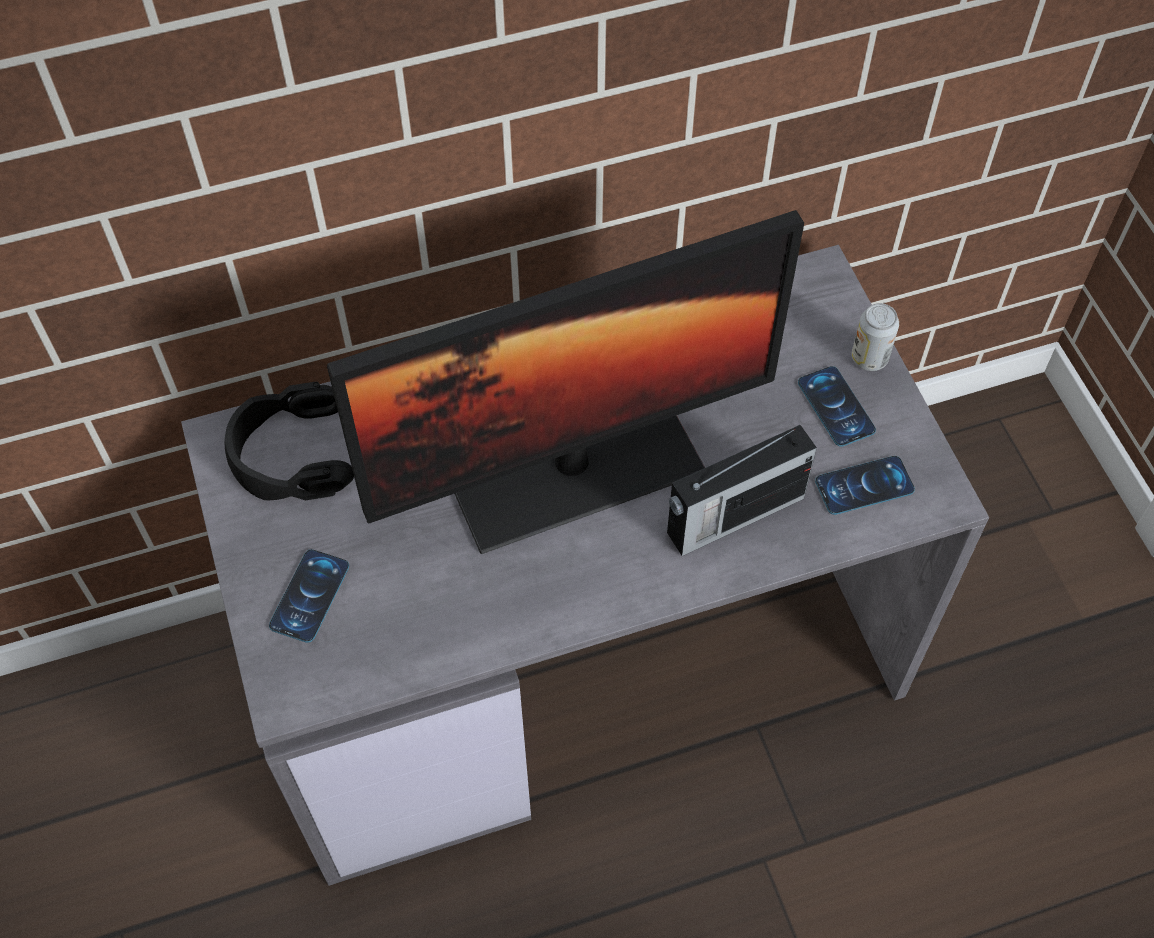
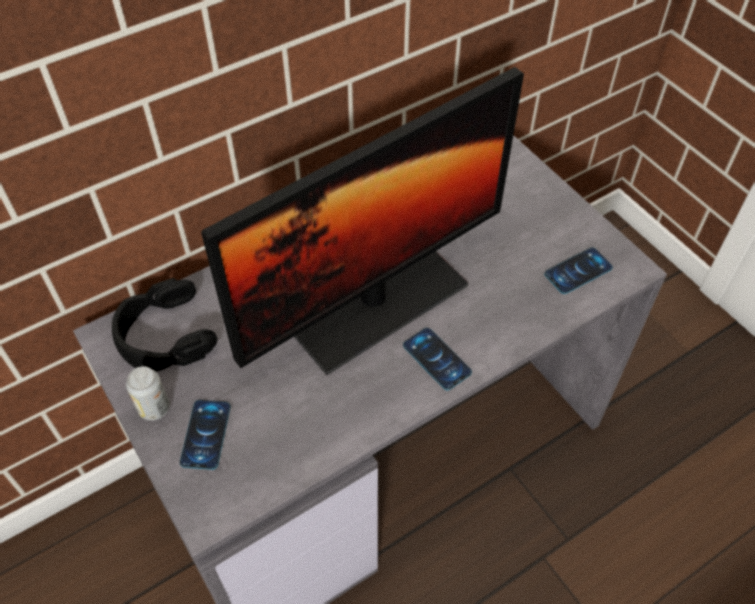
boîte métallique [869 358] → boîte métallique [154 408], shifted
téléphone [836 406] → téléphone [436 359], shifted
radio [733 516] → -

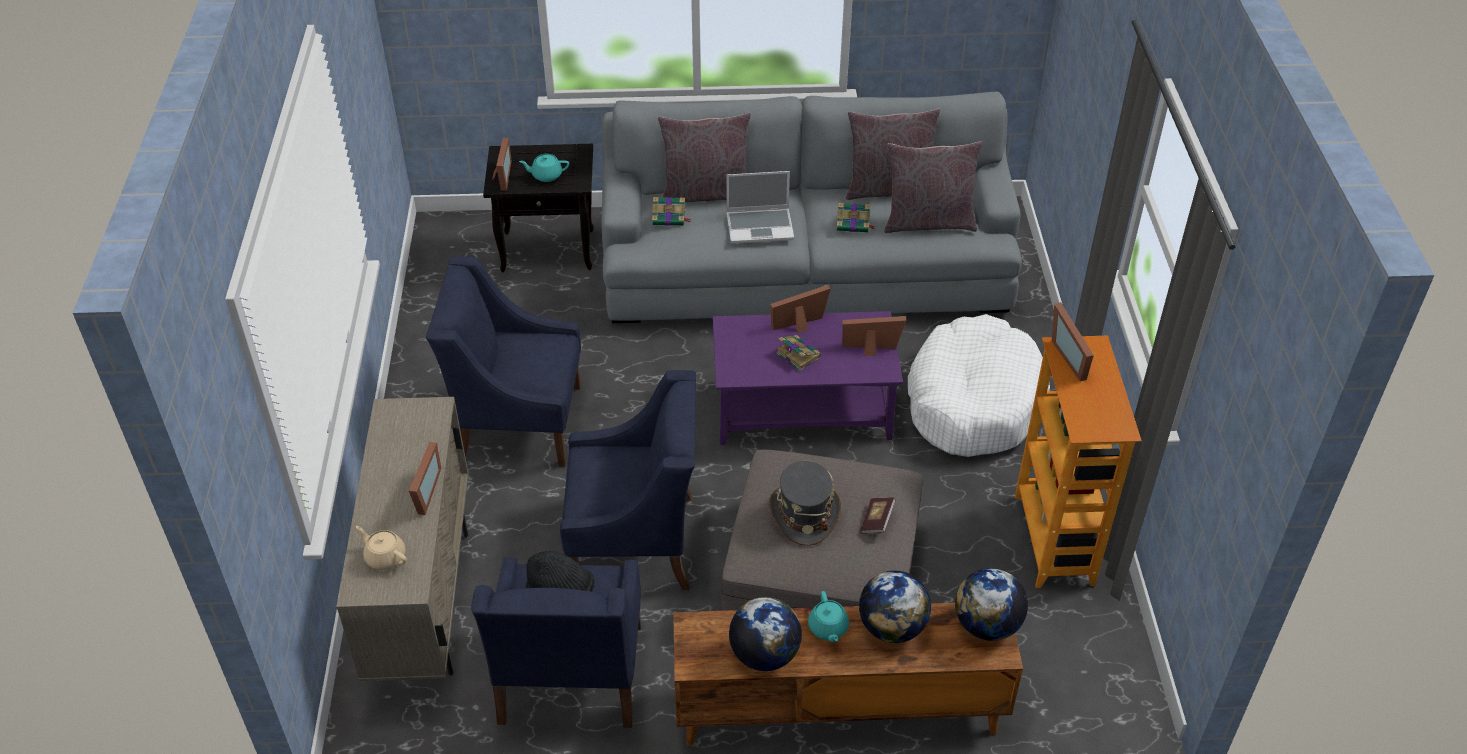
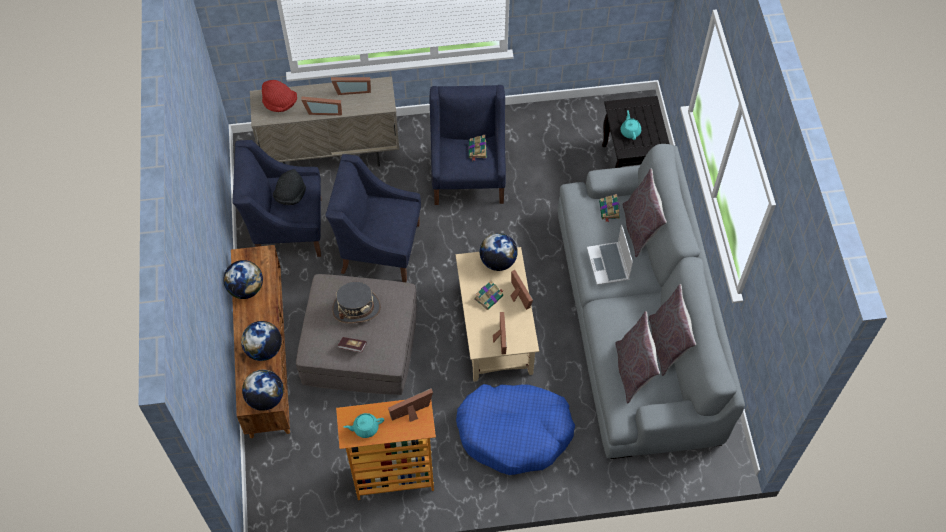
théière (beige) [385 557] → chapeau (rouge) [280 103]
fauteuil (bleu) [635 541] → fauteuil (bleu) [379 247], 105 degrees clockwise
cadre photo [500 177] → cadre photo [352 89], shifted
théière (turquoise) [828 628] → théière (turquoise) [365 428], shifted
table basse (violet) [804 409] → table basse (beige) [496 329]
panier pour chien (blanc) [973 401] → panier pour chien (bleu) [514 432]
livre [854 224] → livre [477 150], shifted
- → globe [498 261]

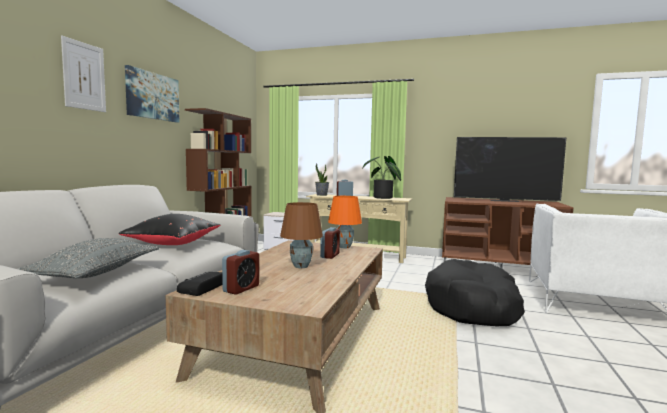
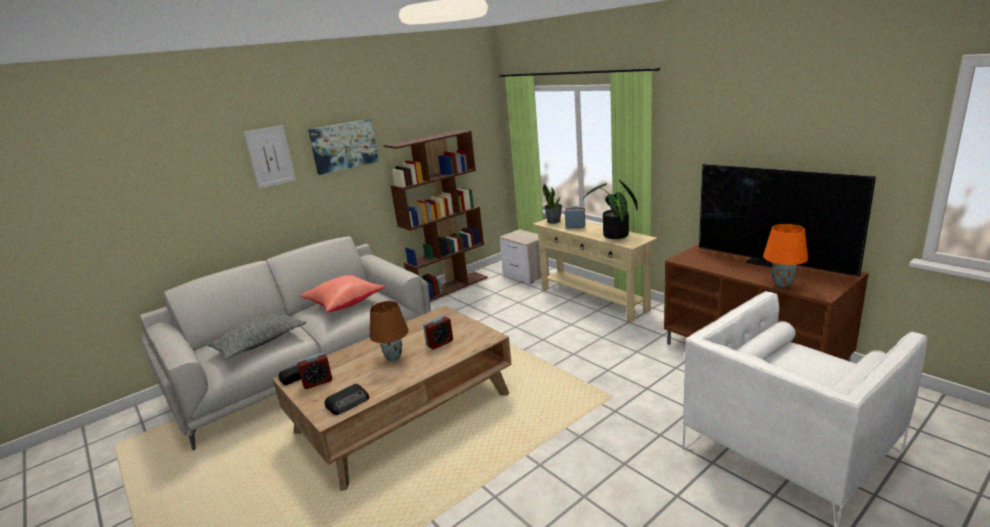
coussin (noir) [172 244] → coussin (rouge) [344 303]
- → radio [348 402]
lampe de table (orange) [344 247] → lampe de table (orange) [781 284], shifted
panier pour chien (noir) [473 307] → -

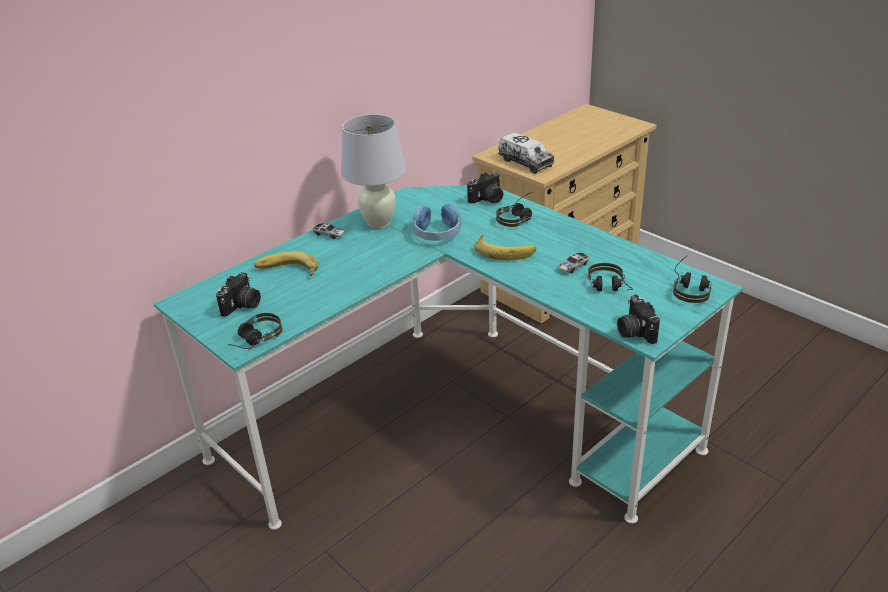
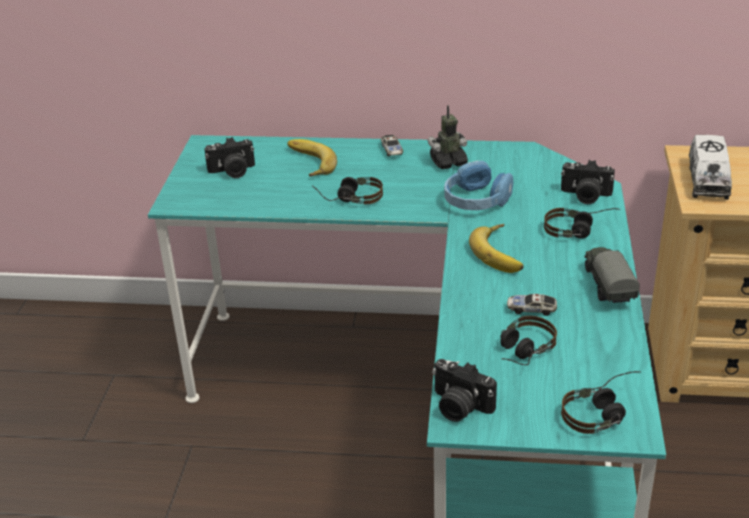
casque audio [253 341] → casque audio [349 198], shifted
lampe de table (blanc) [379 223] → robot jouet [448 162]
appareil photo [634 331] → appareil photo [459 407], 90 degrees counterclockwise
- → camion jouet [607 286]

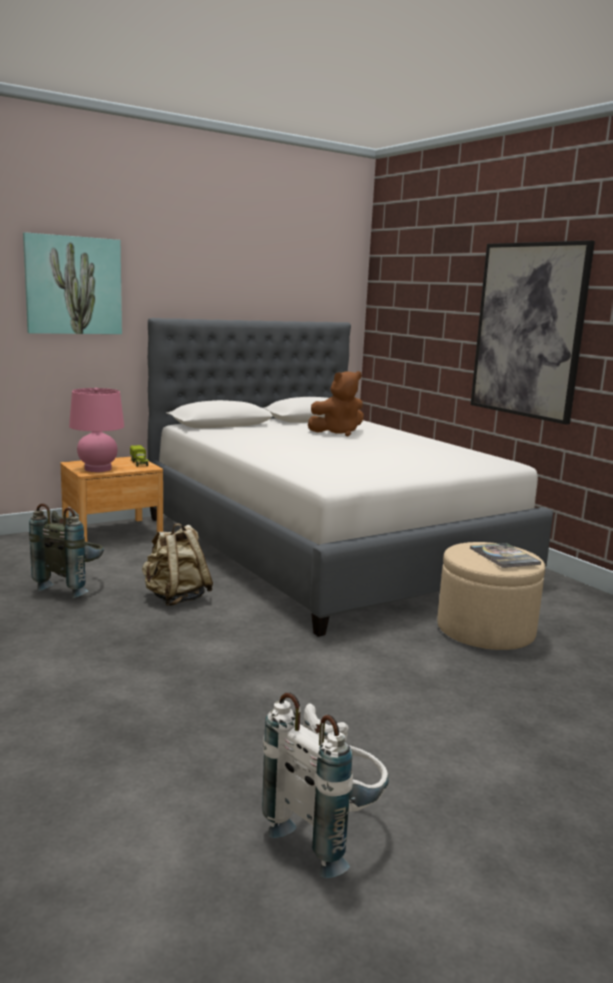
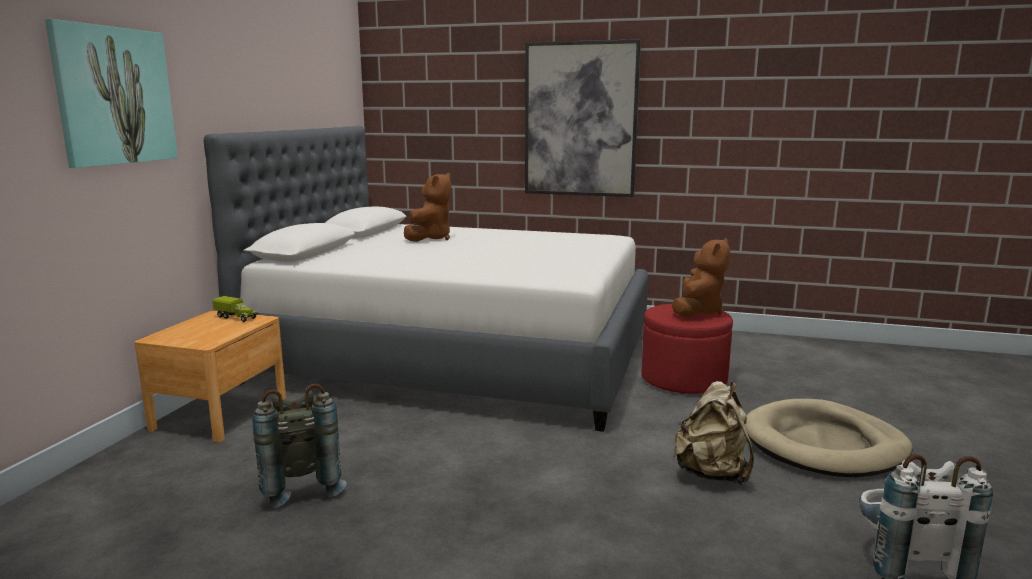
pouf (beige) [485 630] → pouf (rouge) [683 379]
livre [504 556] → peluche (marron) [698 311]
sac à dos (beige) [176 598] → sac à dos (beige) [712 474], shifted
- → panier pour chien (beige) [824 444]
lampe de table (rose) [98 469] → -

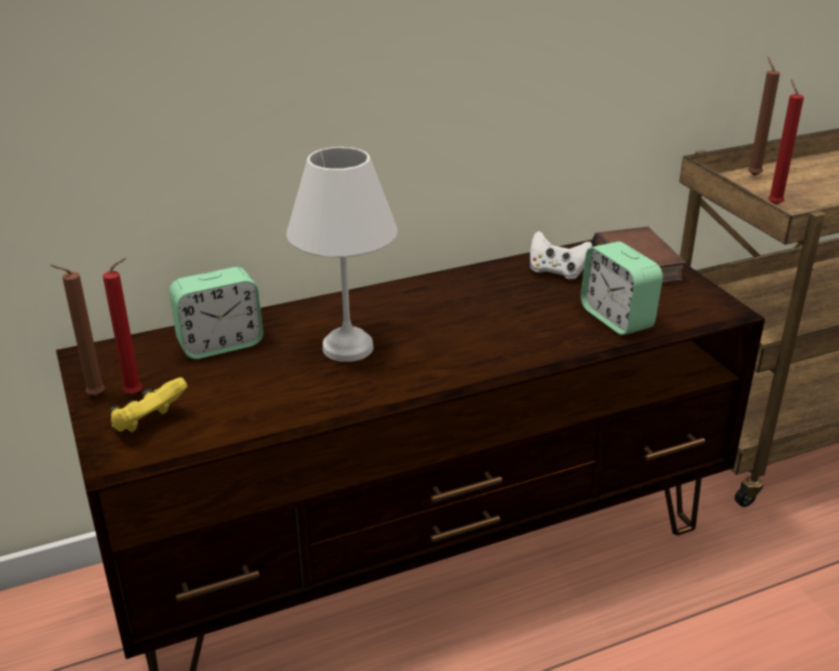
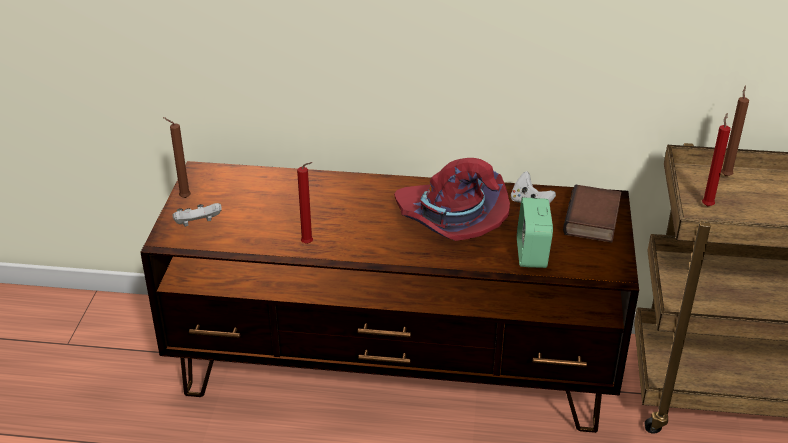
manette (jaune) [149 423] → manette (blanc) [198 224]
bougie (rouge) [137 394] → bougie (rouge) [309 244], shifted
- → chapeau (rouge) [450 221]
réveil [220 344] → -
lampe de table (blanc) [346 347] → -

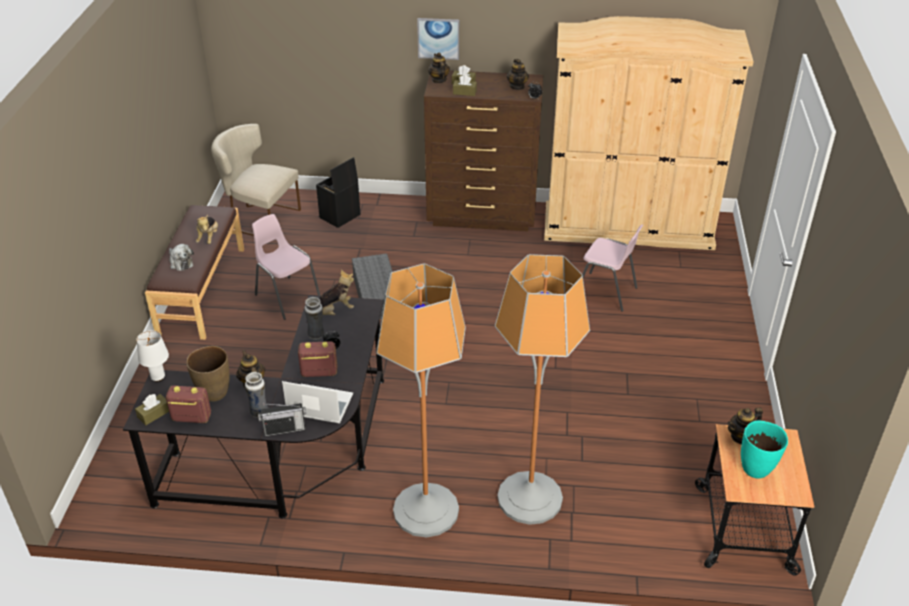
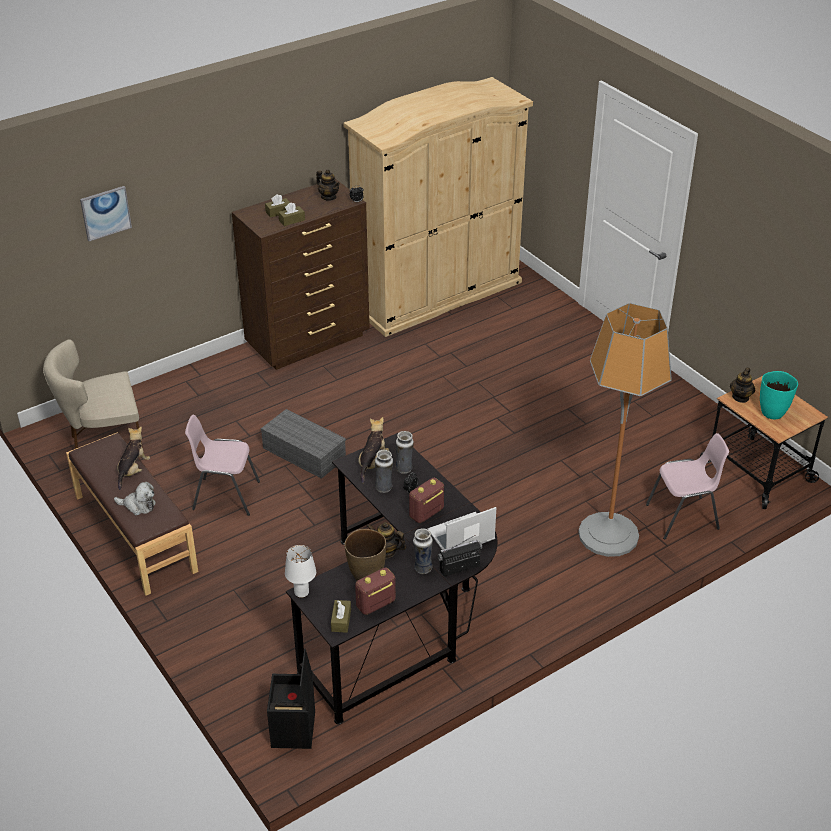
tableau [438 38] → tableau [105 213], shifted
peluche [208 237] → peluche [133 471], 120 degrees counterclockwise
boîte de rangement (noir) [339 216] → boîte de rangement (noir) [294 730], shifted
- → vase [404 469]
radio [284 429] → radio [459 568], 150 degrees counterclockwise
chaise (rose) [606 292] → chaise (rose) [683 517], shifted
lampadaire [425 510] → -
théière [439 80] → -

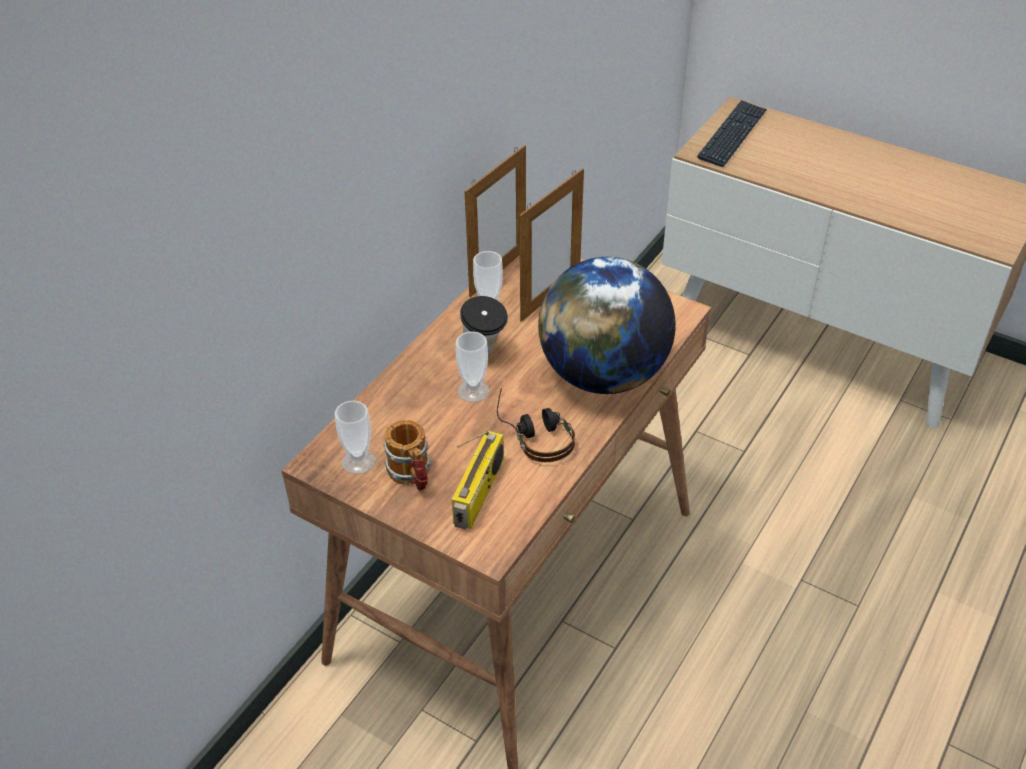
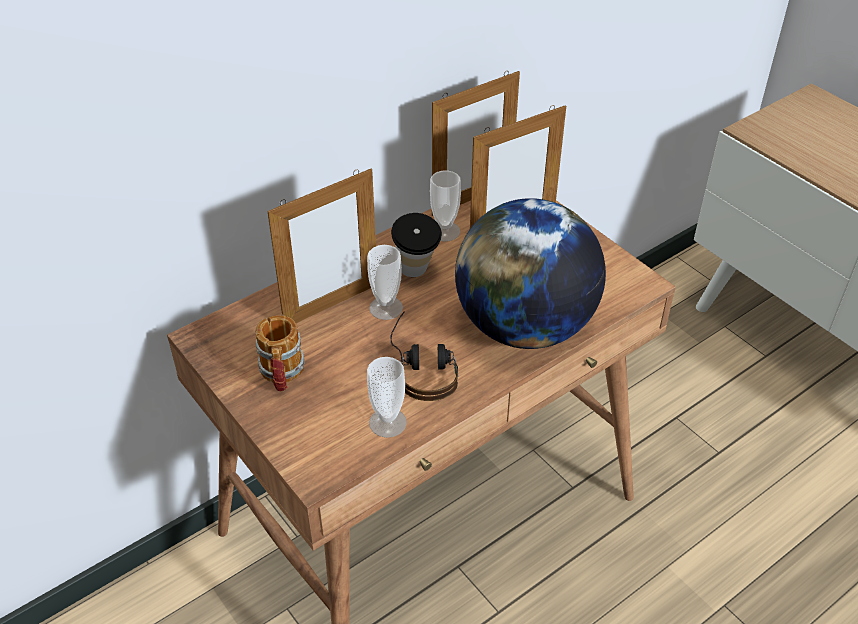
- → cadre photo [331 305]
tasse [358 461] → tasse [387 422], shifted
radio [479 493] → -
clavier [732 135] → -

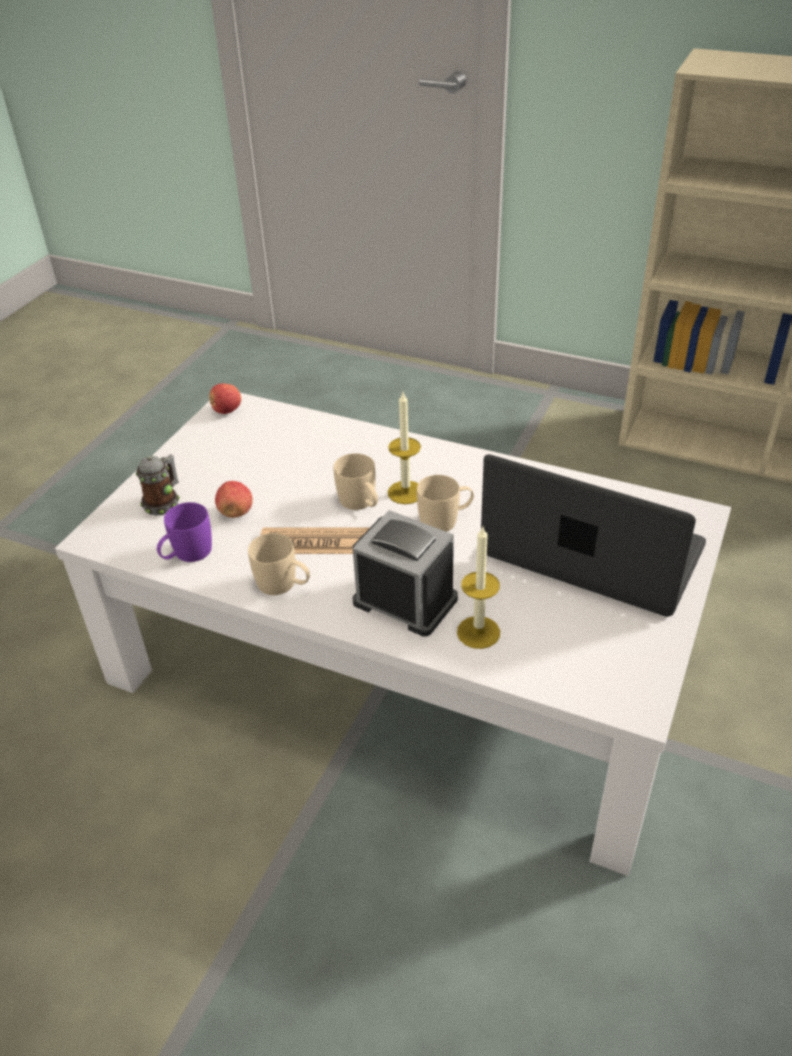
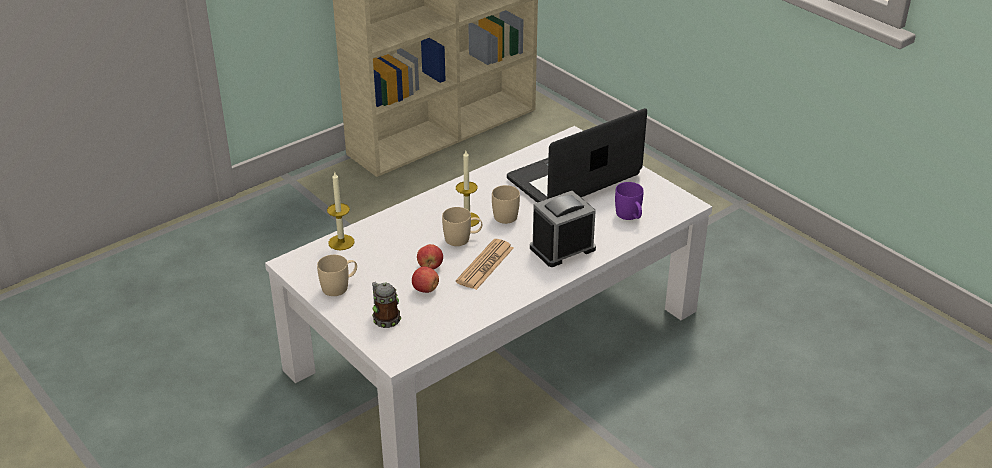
mug (beige) [283 585] → mug (beige) [340 286], shifted
bougie [478 632] → bougie [341 242], shifted
pomme [226 410] → pomme [430 266], shifted
mug (violet) [187 555] → mug (violet) [630 216], shifted

